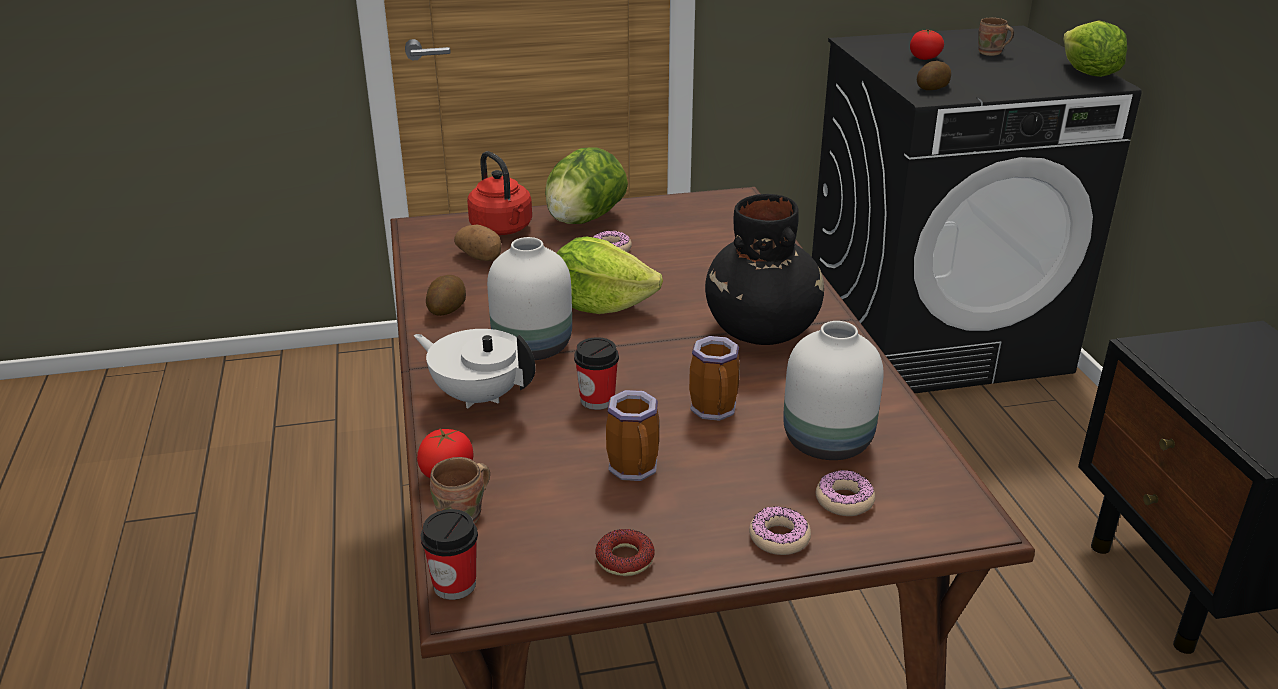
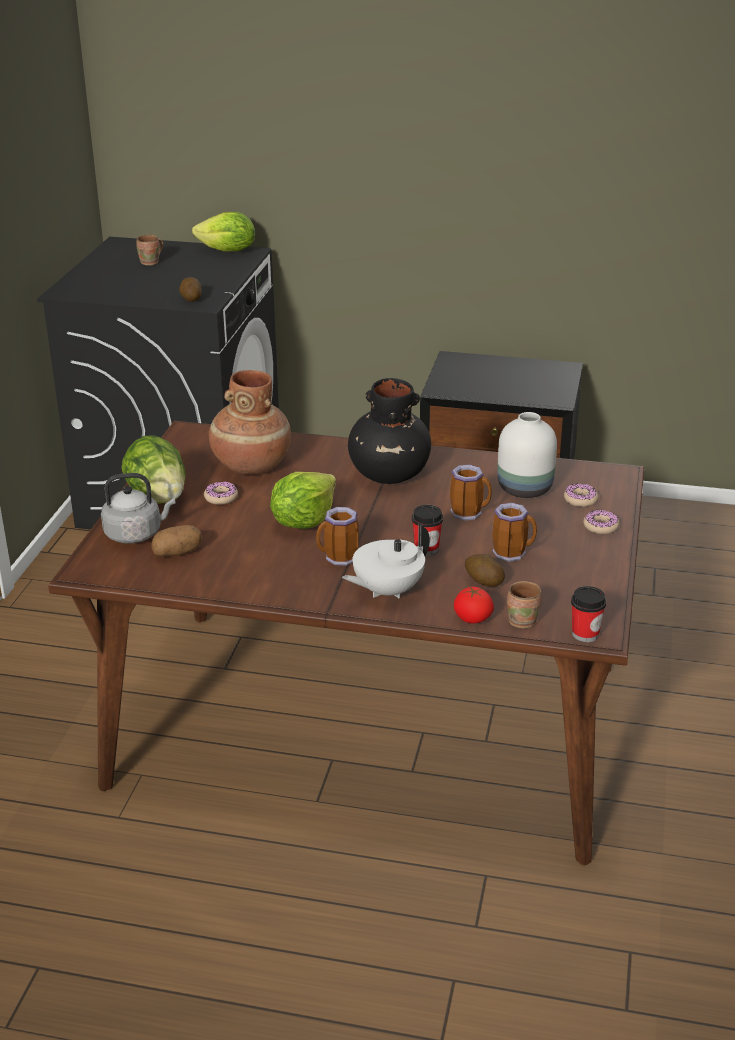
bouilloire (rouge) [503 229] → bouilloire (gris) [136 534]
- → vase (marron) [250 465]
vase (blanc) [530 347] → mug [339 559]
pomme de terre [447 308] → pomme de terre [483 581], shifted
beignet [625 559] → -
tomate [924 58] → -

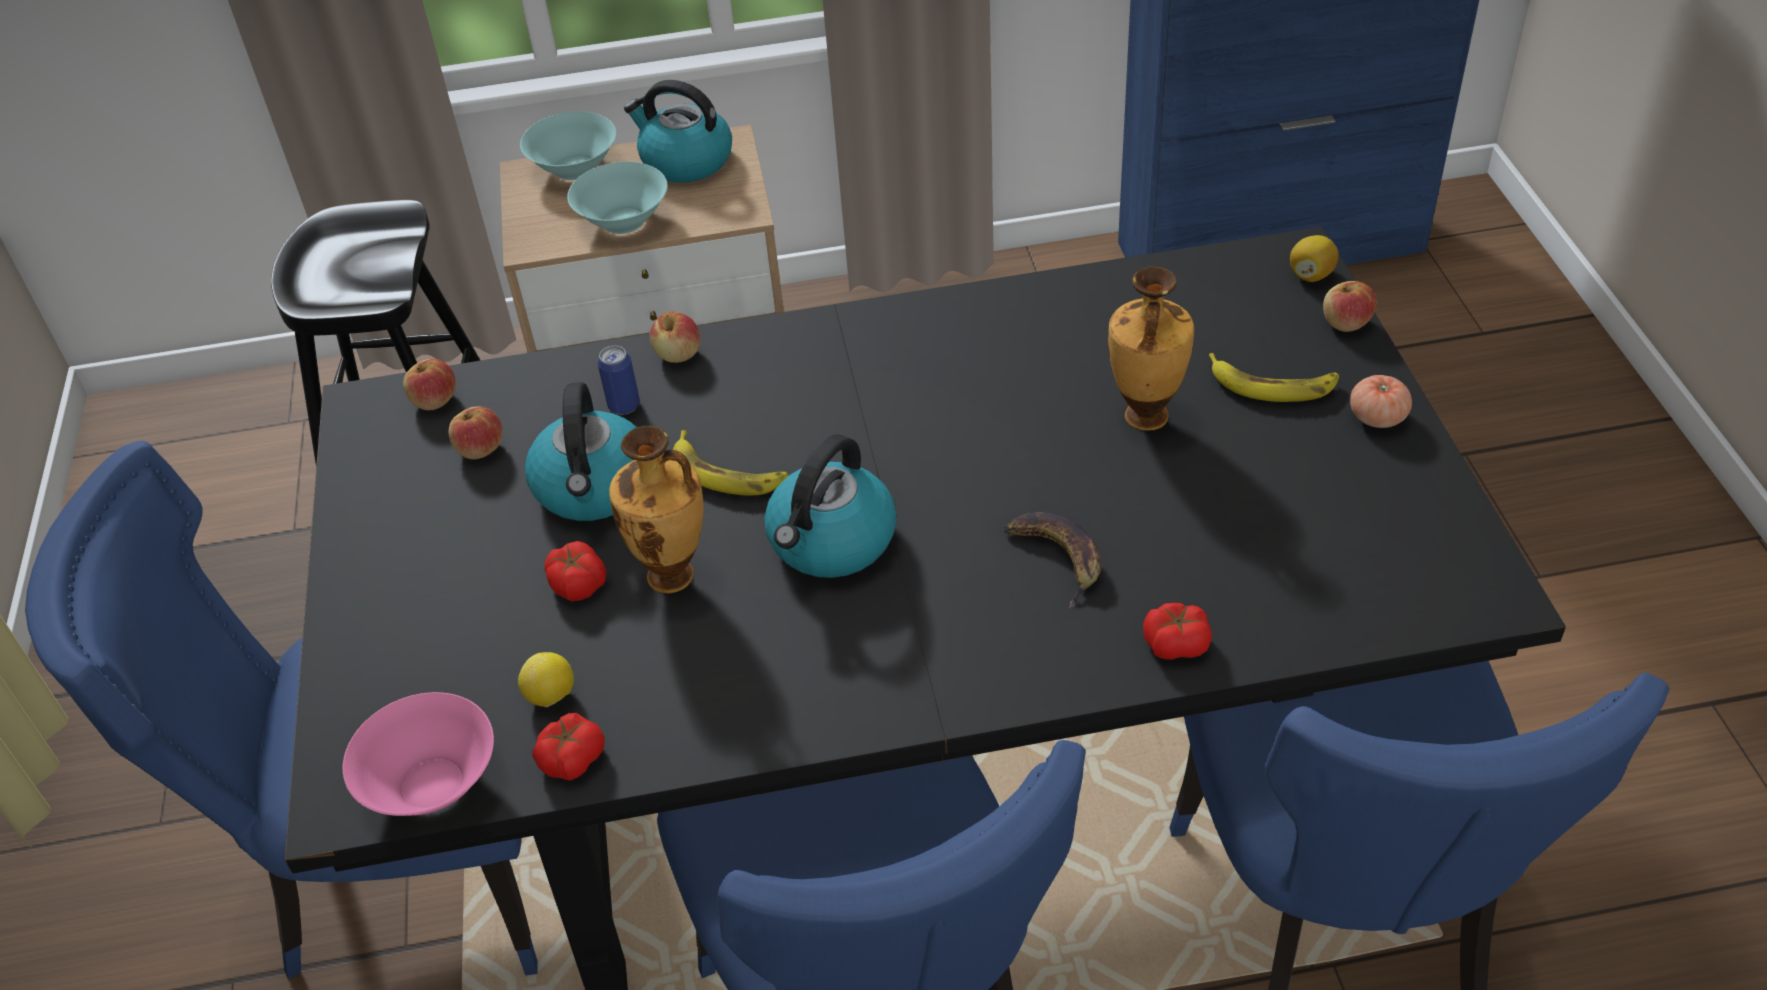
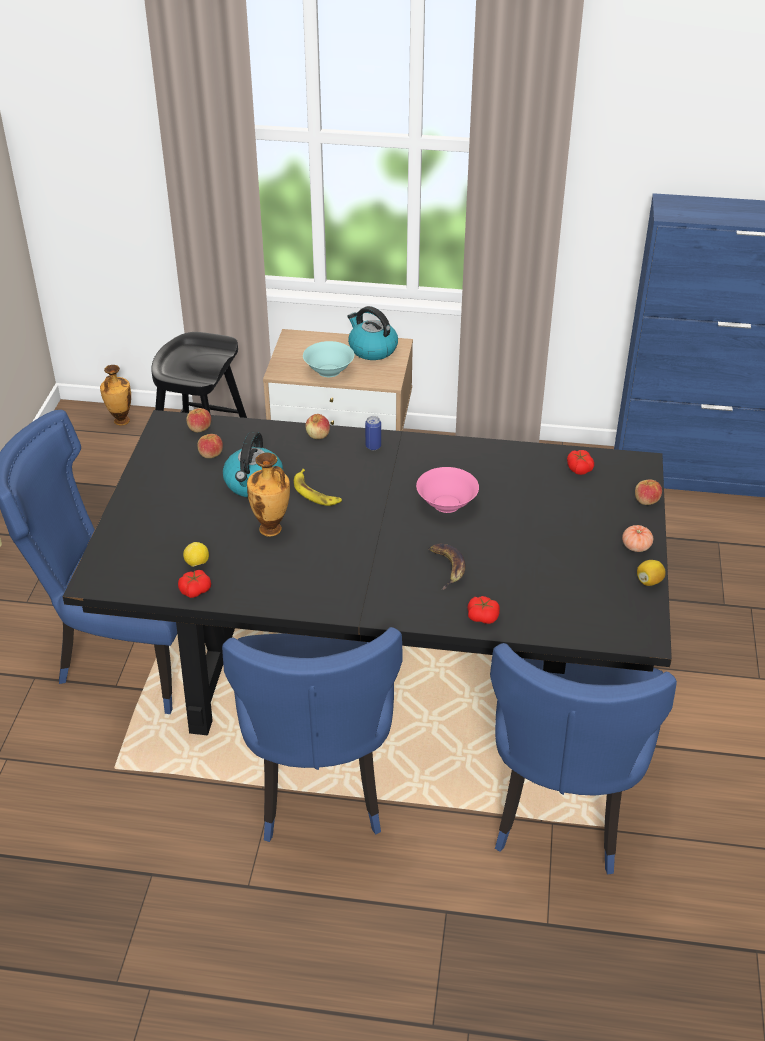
vase [1144 418] → vase [120 421], shifted
boîte métallique [624 405] → boîte métallique [373 446], shifted
bol (rose) [430 784] → bol (rose) [446 504], shifted
tomate [577 583] → tomate [579 468], shifted
citron [1311 275] → citron [649 581], shifted
bol (turquoise) [573 168] → -
bouilloire [832 542] → -
banane [1272 385] → -

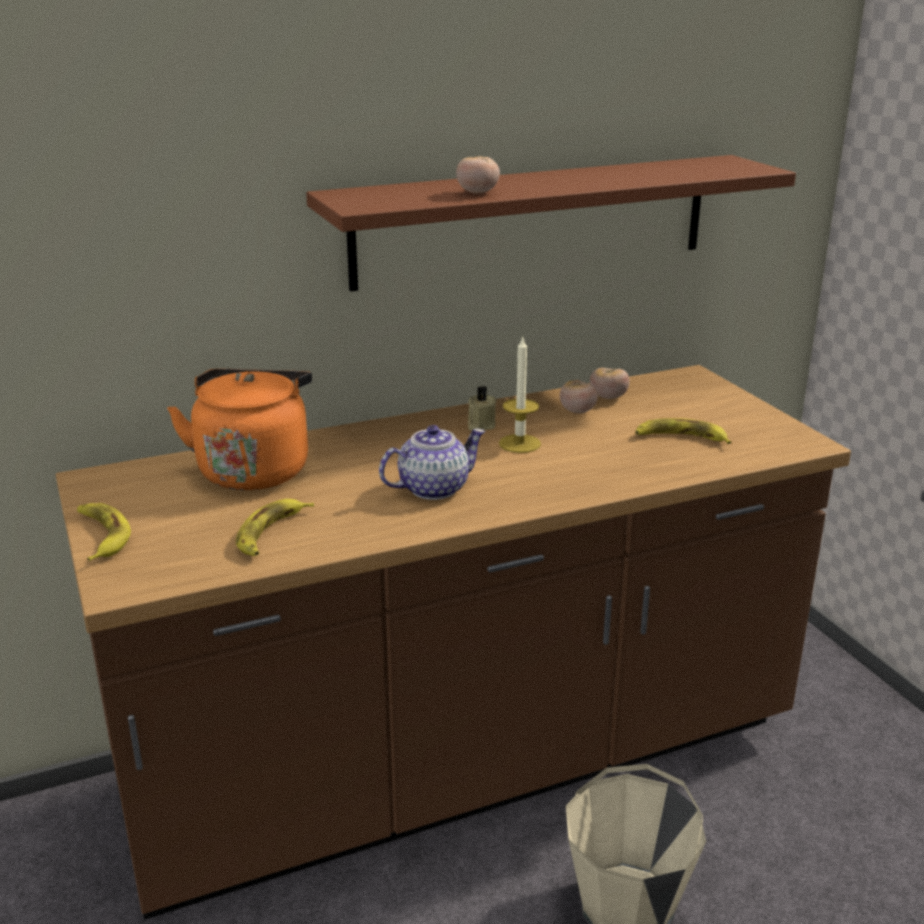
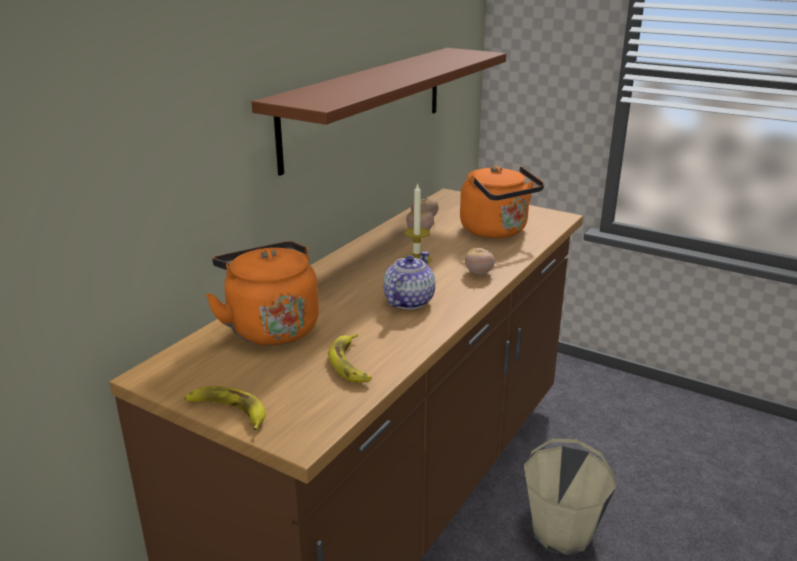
banane [680 438] → bouilloire (orange) [497 231]
tomate [477 193] → tomate [479 272], shifted
bougie (beige) [480 425] → -

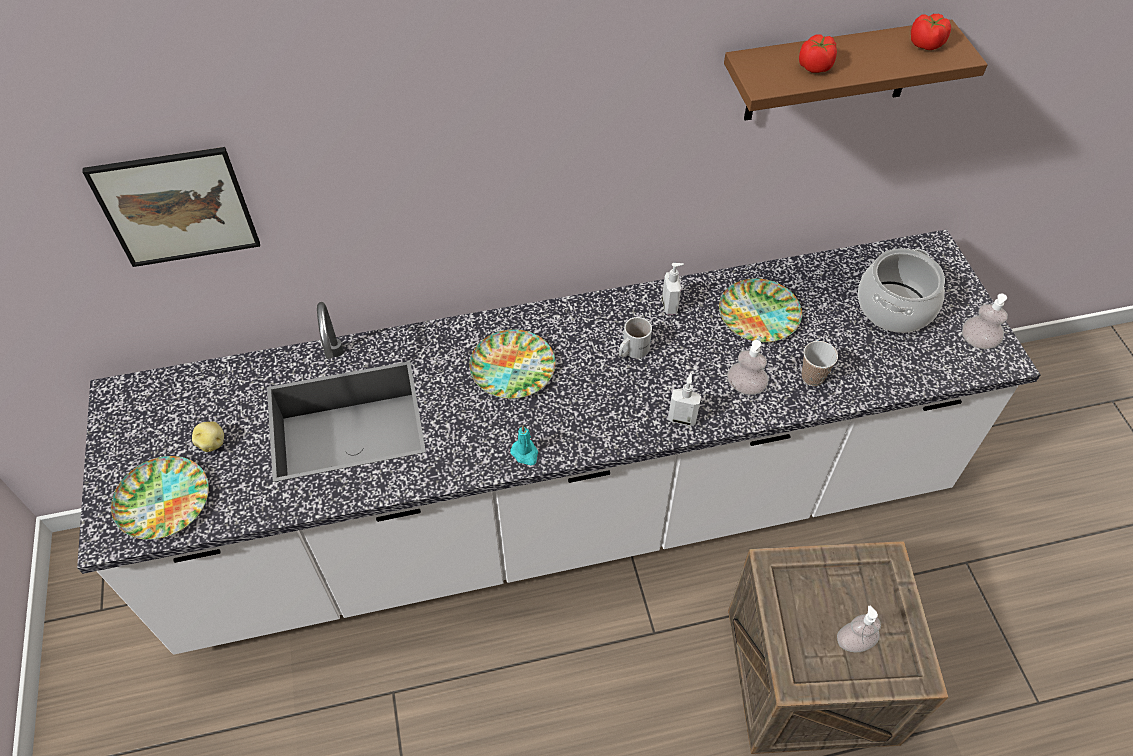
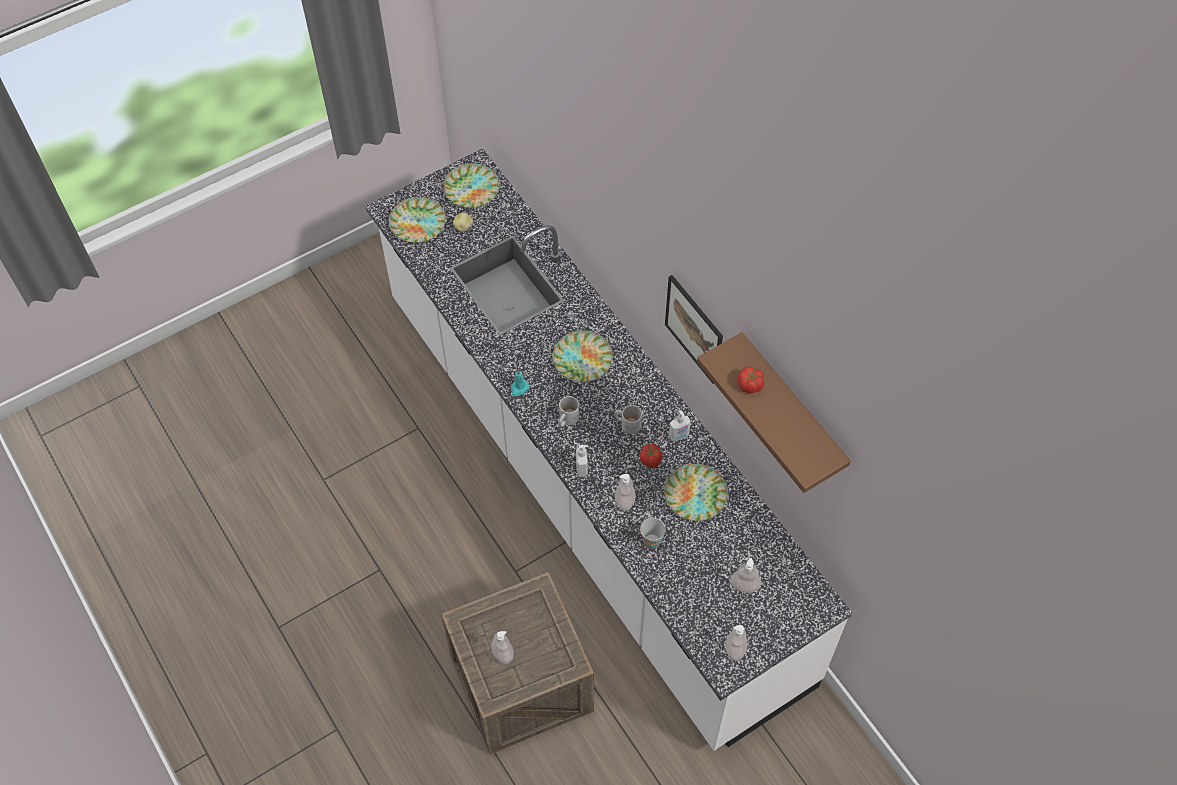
- → assiette [471 188]
- → mug (blanc) [566 419]
tomate [926 44] → tomate [650 460], shifted
tableau [176 207] → tableau [694 329], shifted
marmite [895 307] → distributeur de savon [744 586]

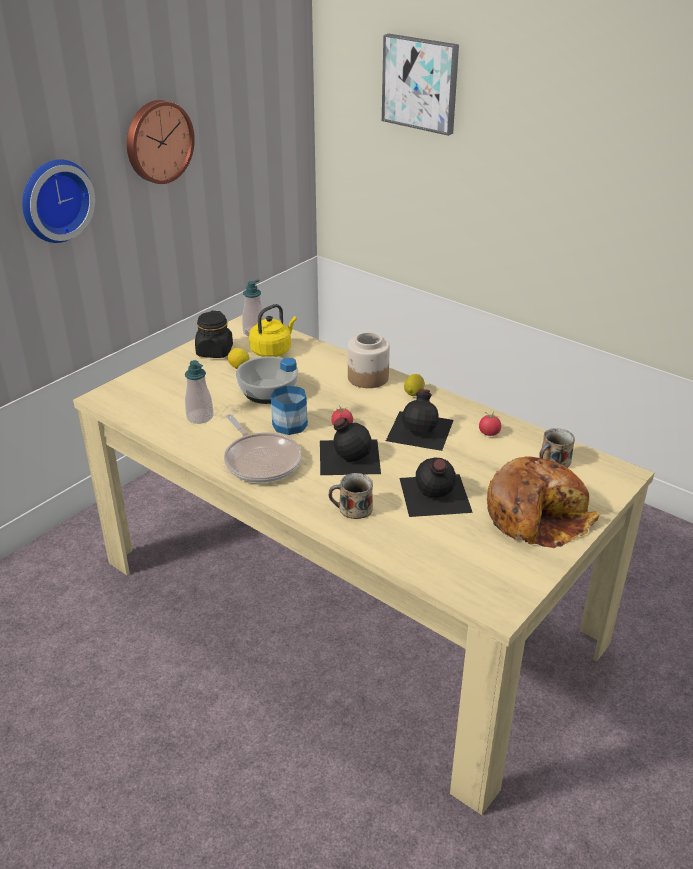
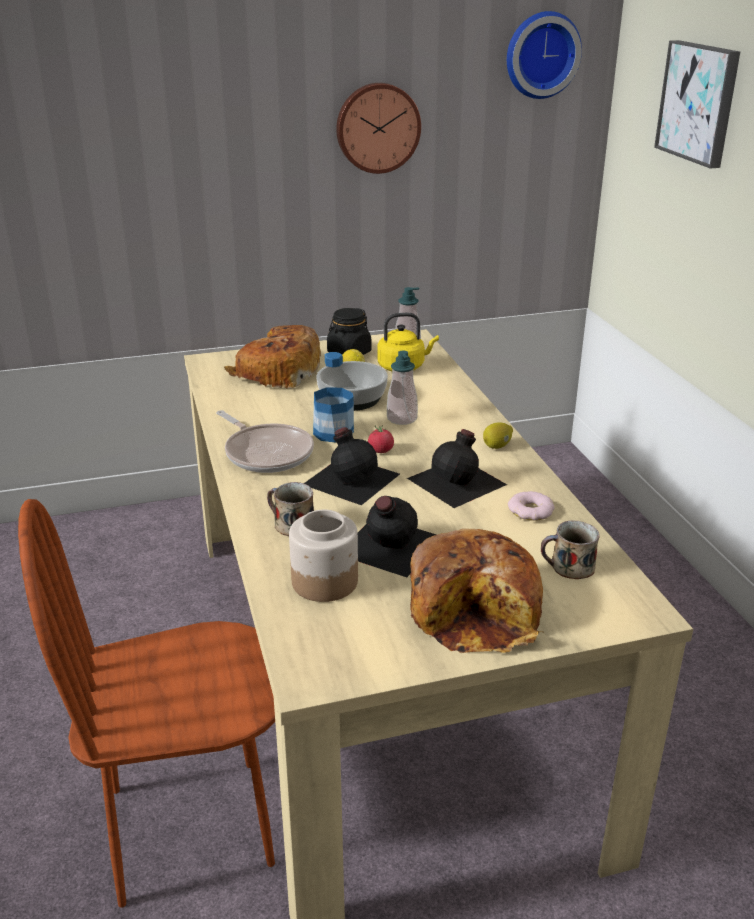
- → chaise (marron) [190 827]
poêle [261 460] → poêle [266 453], 45 degrees counterclockwise
- → pain [276 372]
bocal [368 378] → bocal [324 582], shifted
distributeur de savon [200 417] → distributeur de savon [402 418], shifted
horloge murale [54 200] → horloge murale [541 55], shifted
tomate [489 433] → beignet [530 511]

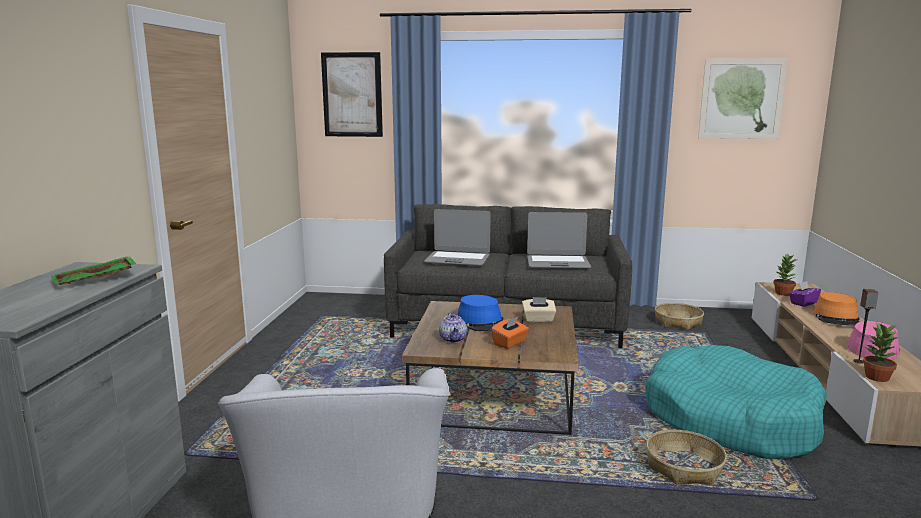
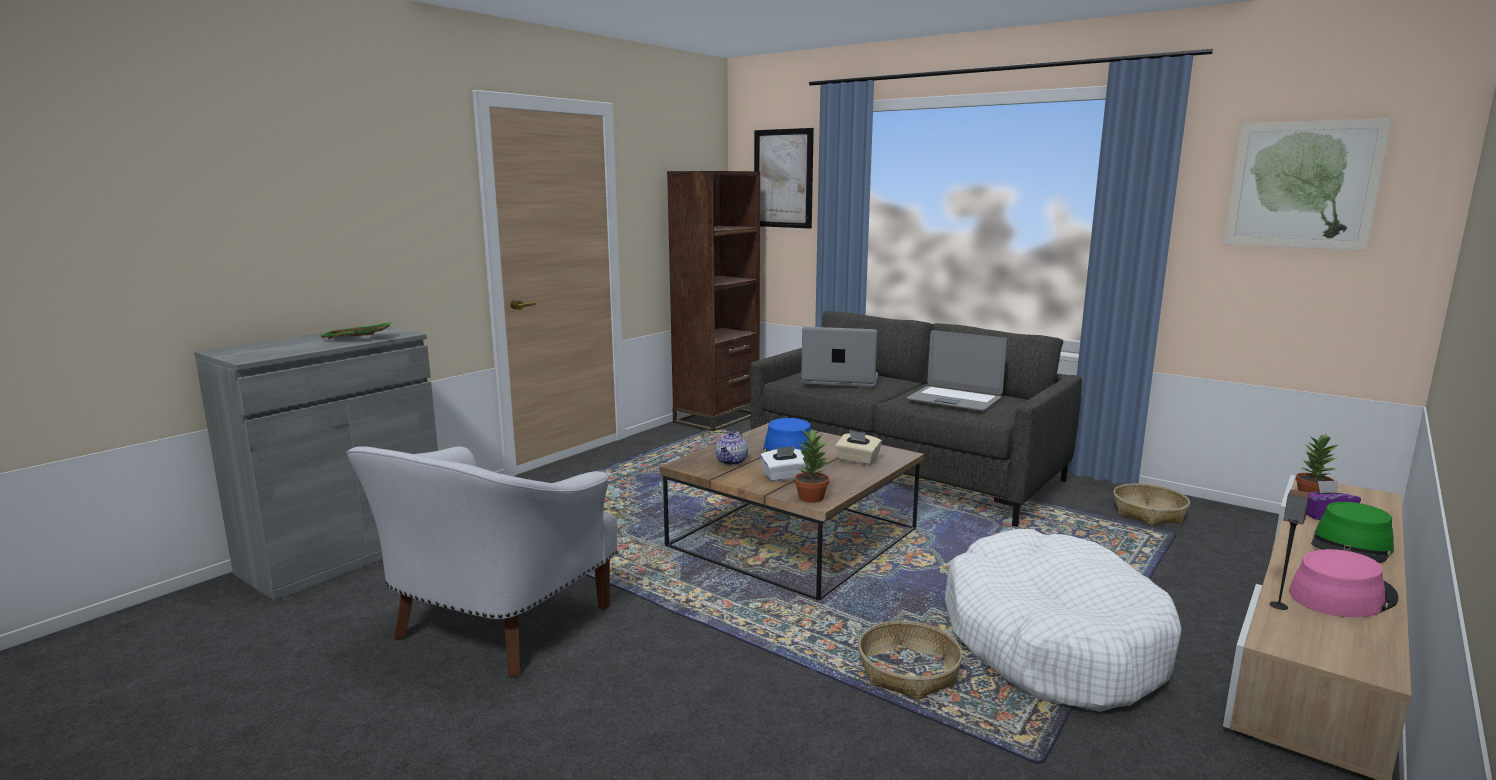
- → bibliothèque (marron) [717 418]
boîte à mouchoirs (orange) [510 343] → boîte à mouchoirs (blanc) [784 477]
plante en pot [876 377] → plante en pot [811 497], shifted
ordinateur portable [457 259] → ordinateur portable [840 380], 150 degrees clockwise
panier pour chien (turquoise) [730 419] → panier pour chien (blanc) [1051 641]
chapeau (orange) [837 318] → chapeau (vert) [1351 546]

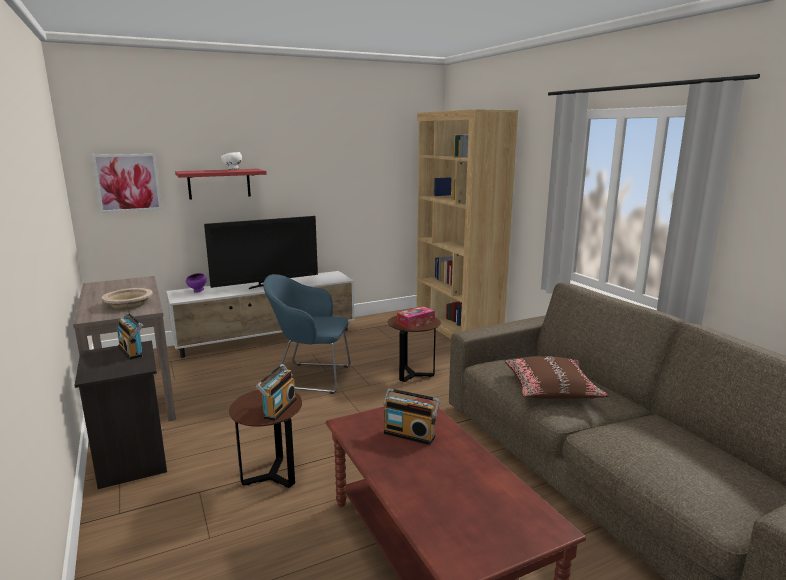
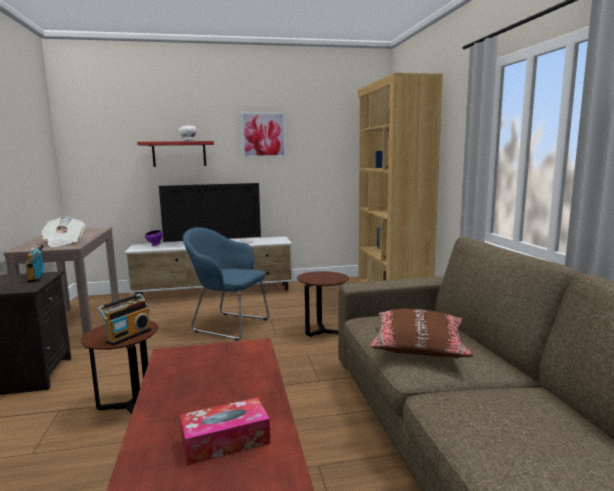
bol (beige) [129 304] → journal [63 242]
boîte à mouchoirs [415 322] → boîte à mouchoirs [225 441], shifted
tableau [128 182] → tableau [263 135], shifted
radio [410 434] → -

